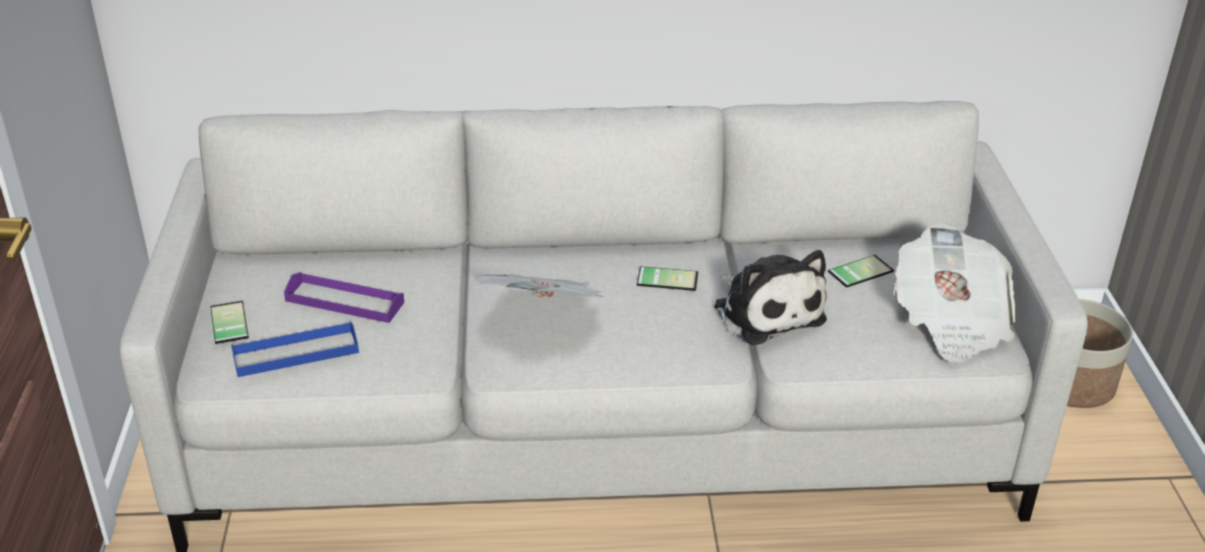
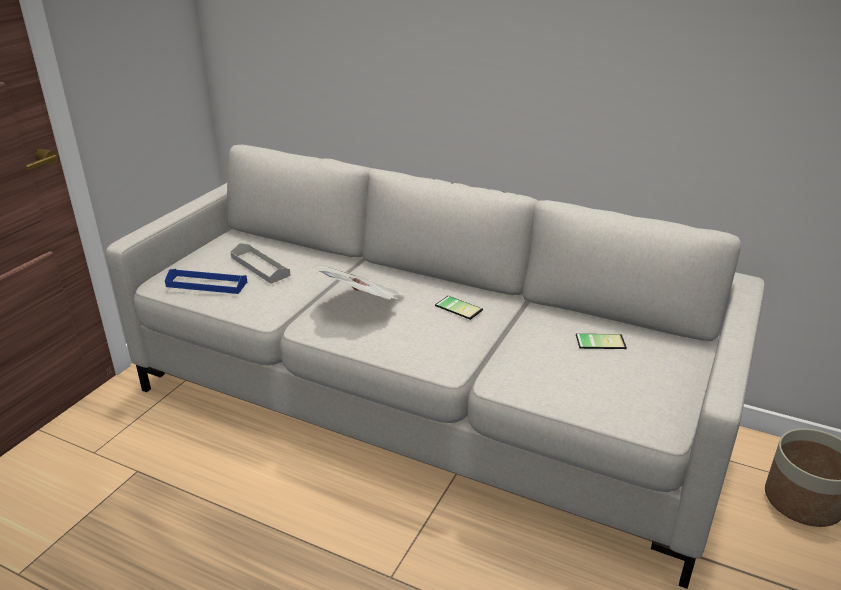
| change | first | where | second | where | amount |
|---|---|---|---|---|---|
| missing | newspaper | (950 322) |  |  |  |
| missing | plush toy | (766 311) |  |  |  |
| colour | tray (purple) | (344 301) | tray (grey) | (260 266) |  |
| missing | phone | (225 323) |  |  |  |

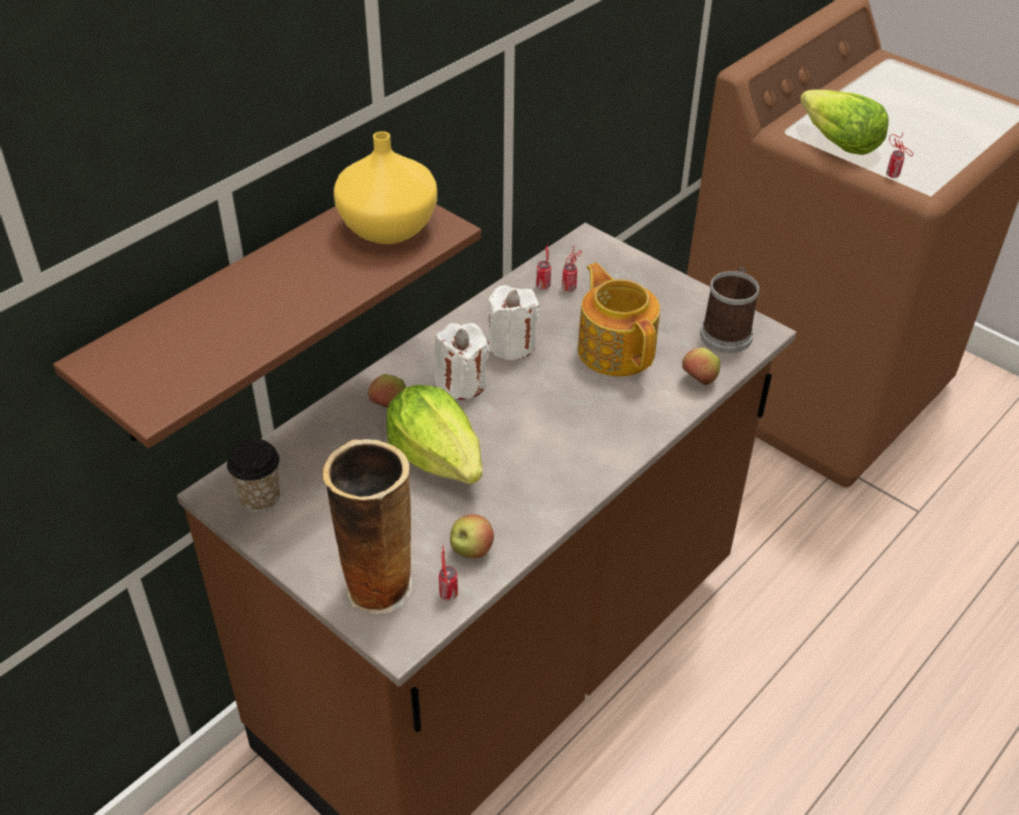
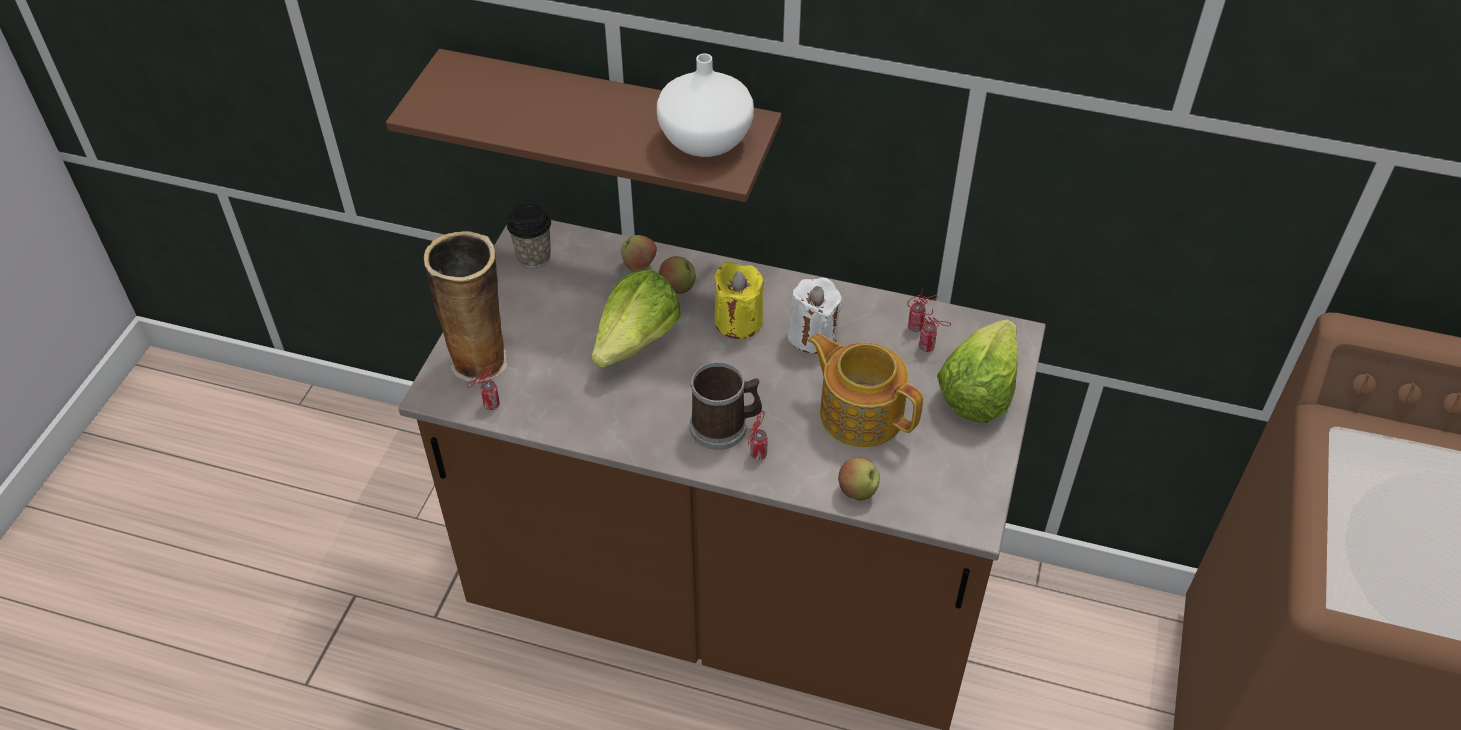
| change | first | where | second | where | amount |
|---|---|---|---|---|---|
| relocated | lettuce | (837 142) |  | (978 390) |  |
| colour | vase (yellow) | (386 229) | vase (white) | (703 140) |  |
| relocated | can | (894 176) |  | (757 456) |  |
| spun | teapot | (616 349) |  | (860 412) | 90 degrees counterclockwise |
| relocated | mug | (727 332) |  | (725 426) |  |
| colour | candle (white) | (461 383) | candle (yellow) | (738 321) |  |
| relocated | apple | (471 551) |  | (639 266) |  |

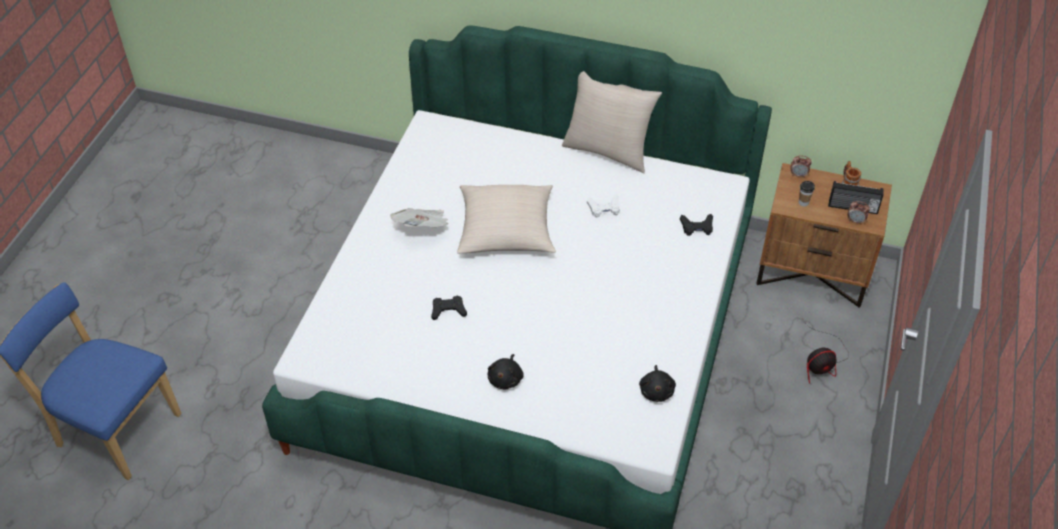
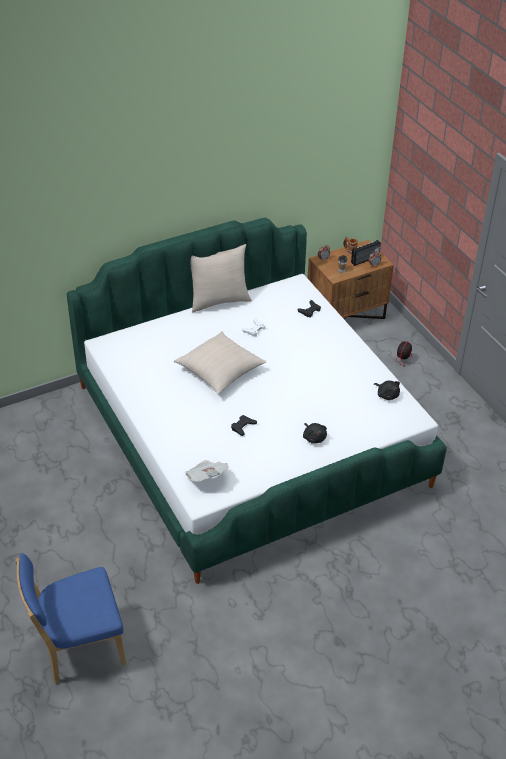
| change | first | where | second | where | amount |
|---|---|---|---|---|---|
| relocated | newspaper | (423 228) |  | (206 478) |  |

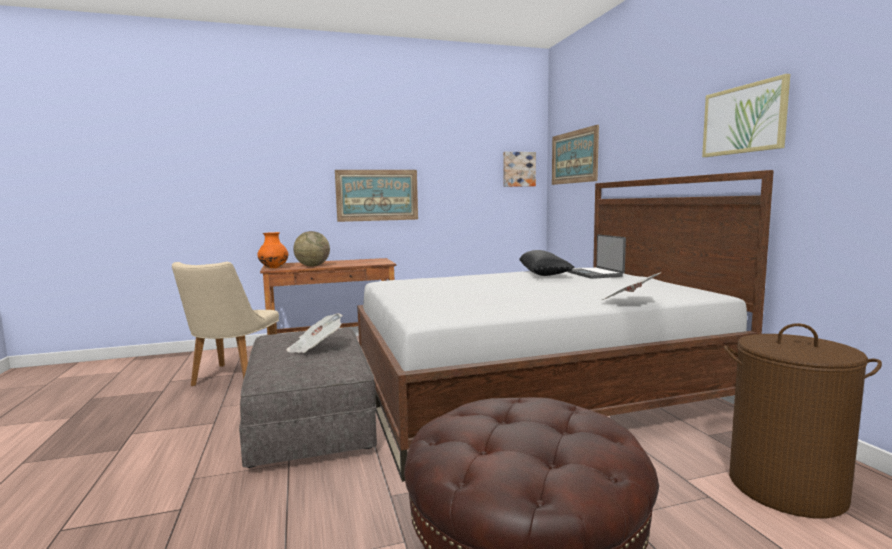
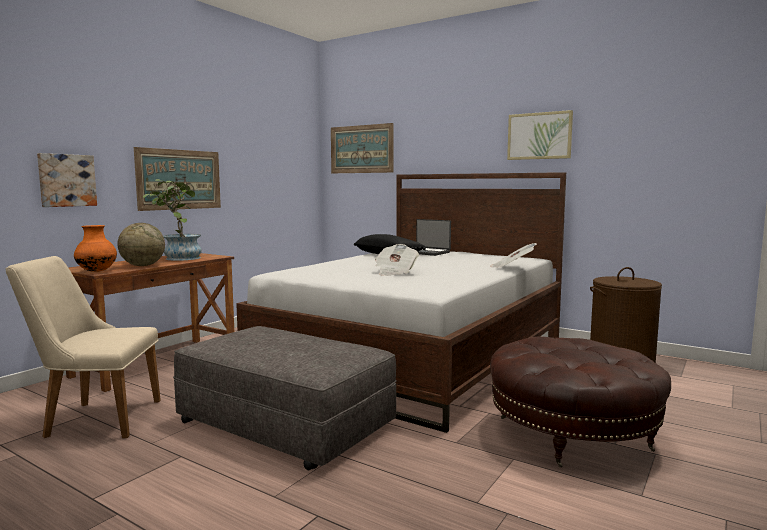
| change | first | where | second | where | amount |
|---|---|---|---|---|---|
| relocated | picture | (518 169) |  | (66 180) |  |
| spun | chair (beige) | (231 378) |  | (93 418) | 120 degrees clockwise |
| relocated | newspaper | (315 348) |  | (395 272) |  |
| appeared |  |  | potted plant | (177 258) |  |

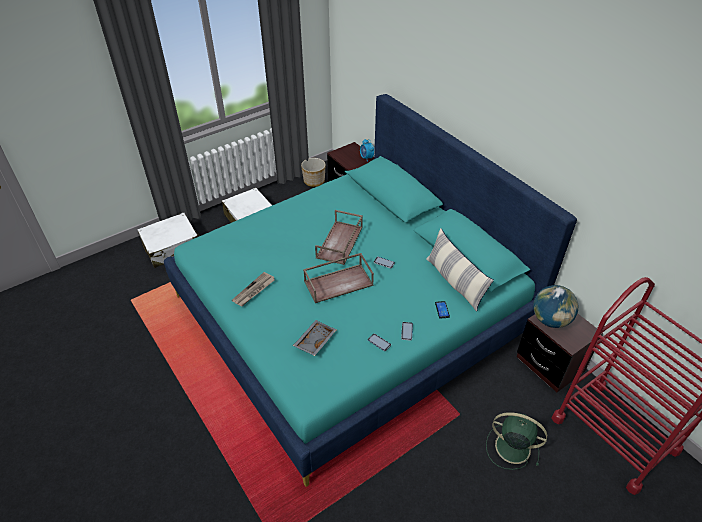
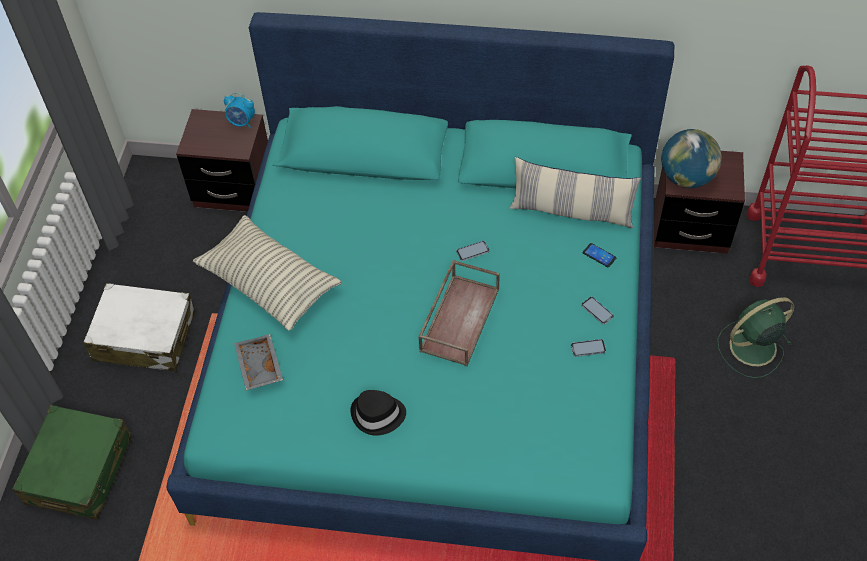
| change | first | where | second | where | amount |
|---|---|---|---|---|---|
| missing | planter | (314 181) |  |  |  |
| missing | tray (brown) | (340 243) |  |  |  |
| colour | suitcase (white) | (172 247) | suitcase (green) | (80 470) |  |
| exchanged | newspaper | (254 291) | hat (black) | (378 415) |  |
| relocated | tray (grey) | (314 341) |  | (258 367) |  |
| appeared |  |  | pillow | (269 283) |  |

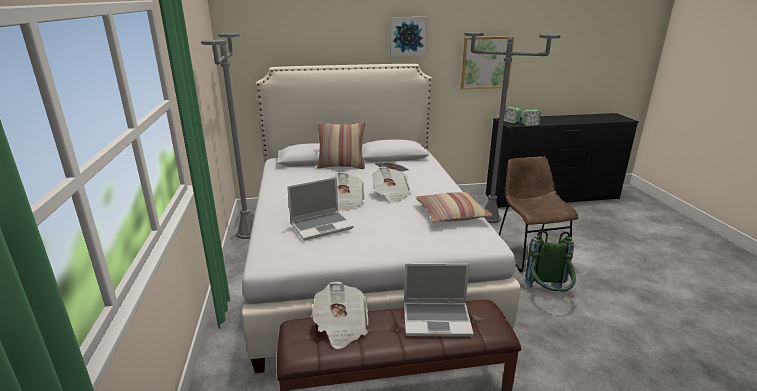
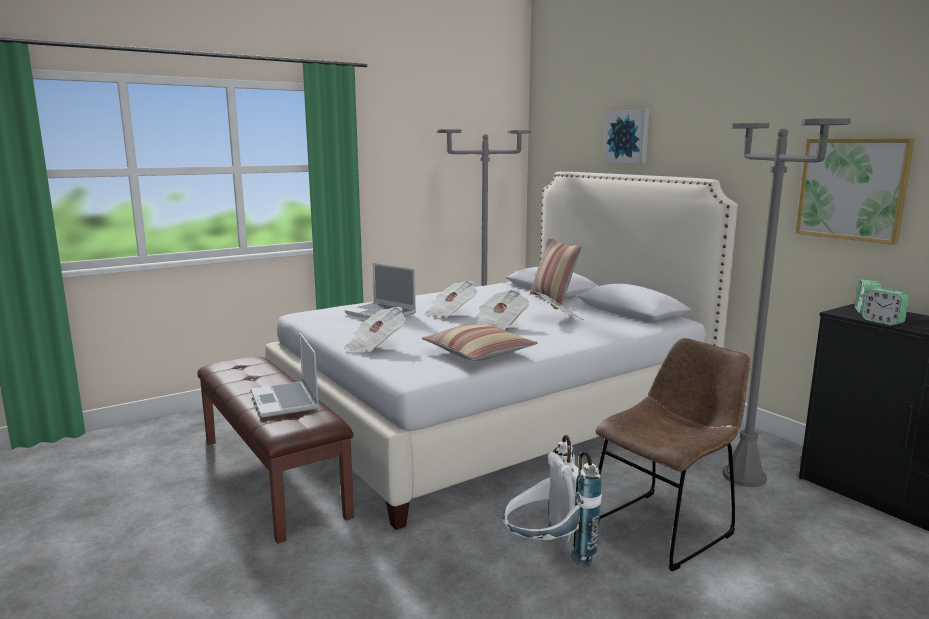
| change | first | where | second | where | amount |
|---|---|---|---|---|---|
| relocated | picture | (407 36) |  | (628 137) |  |
| colour | backpack (green) | (548 295) | backpack (white) | (547 555) |  |
| relocated | newspaper | (341 327) |  | (375 345) |  |

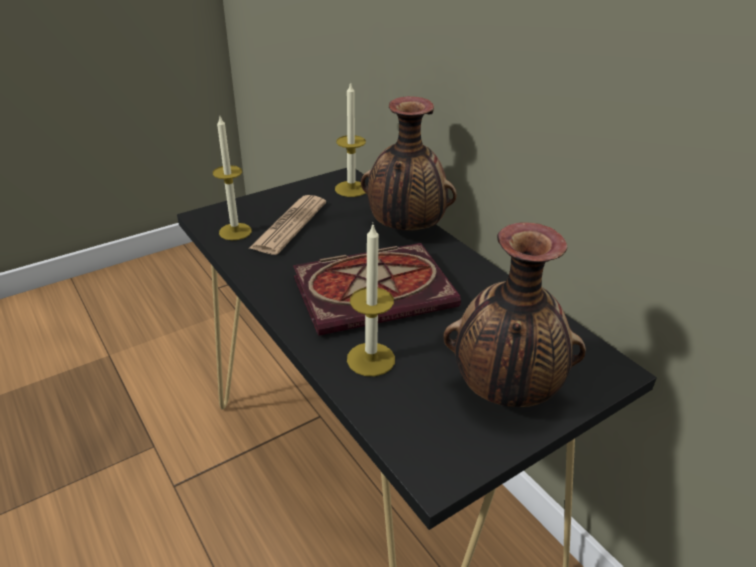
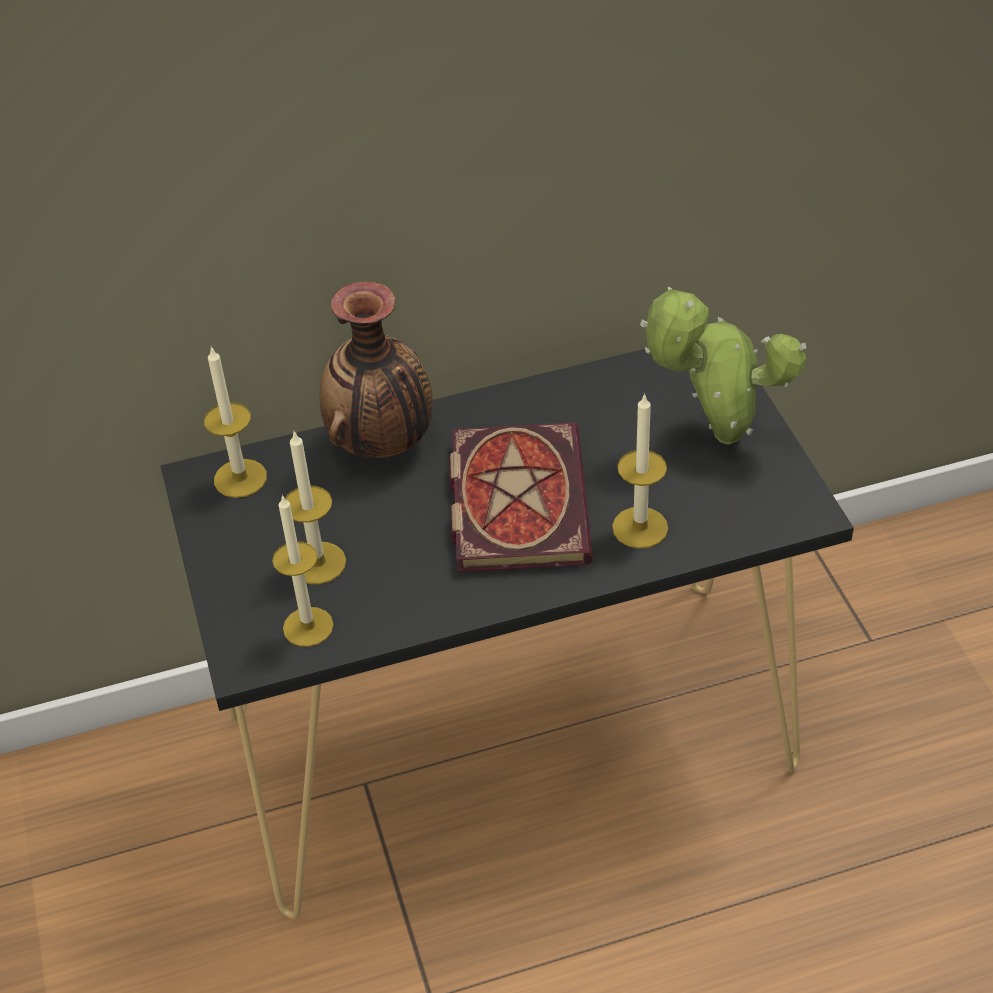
| change | first | where | second | where | amount |
|---|---|---|---|---|---|
| exchanged | newspaper | (289 225) | candle | (318 563) |  |
| exchanged | vase | (504 391) | potted plant | (717 437) |  |

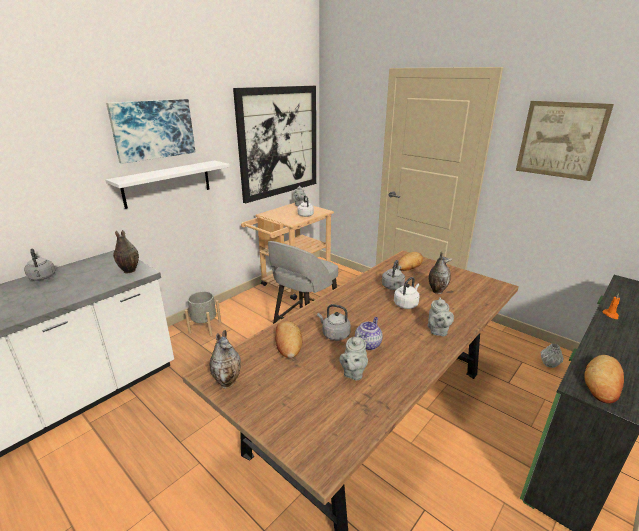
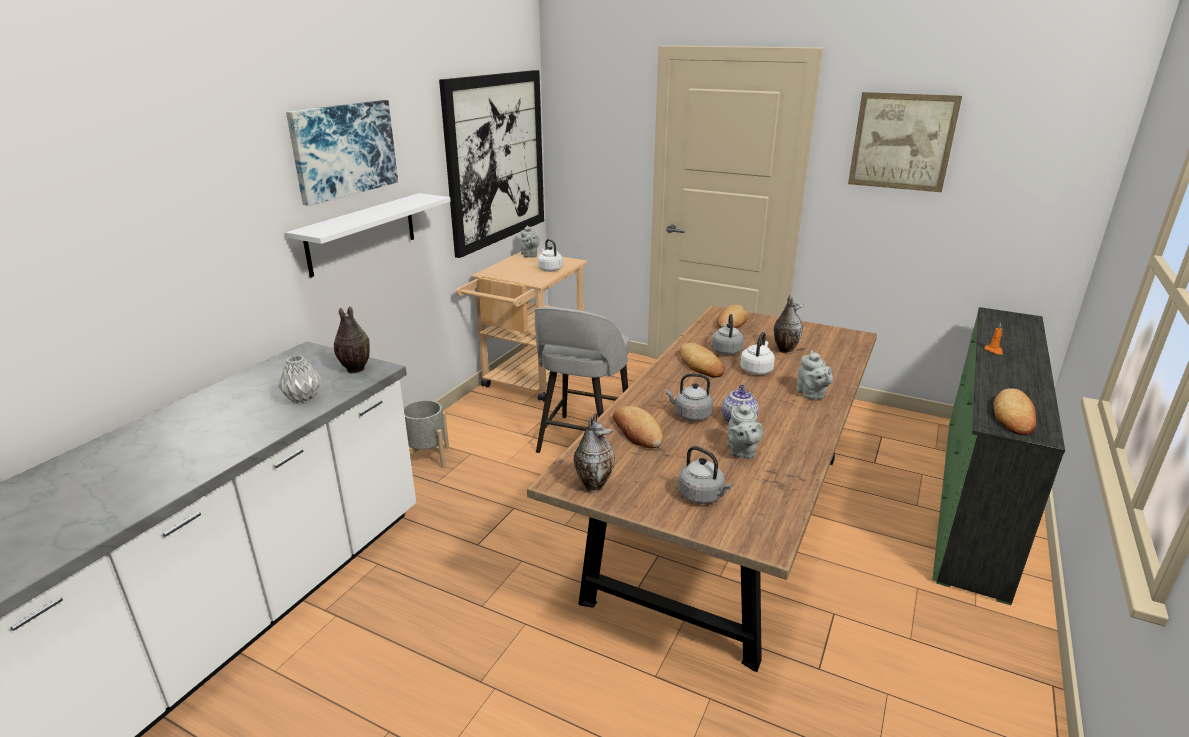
| change | first | where | second | where | amount |
|---|---|---|---|---|---|
| relocated | kettle (grey) | (42 278) |  | (702 496) |  |
| relocated | vase (grey) | (548 364) |  | (302 399) |  |
| appeared |  |  | bread | (700 364) |  |

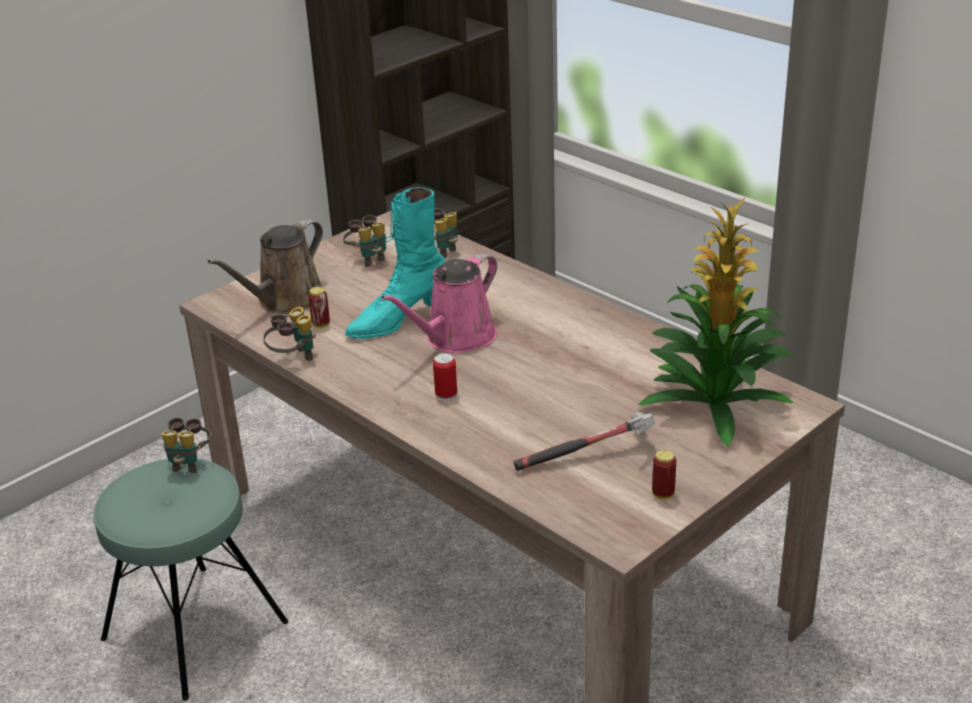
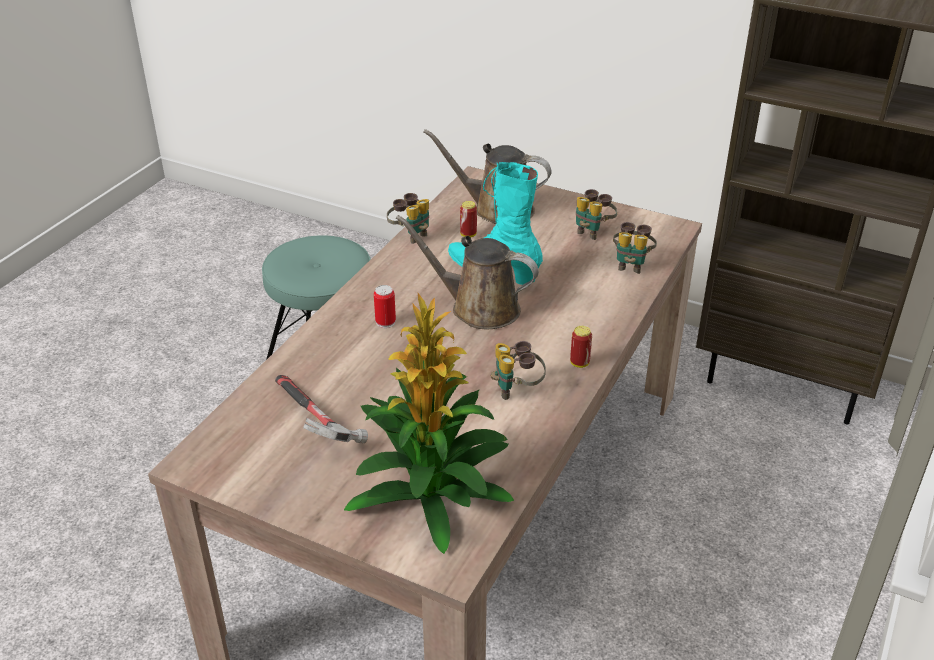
| change | first | where | second | where | amount |
|---|---|---|---|---|---|
| colour | watering can (pink) | (455 338) | watering can (brown) | (478 308) |  |
| relocated | binoculars | (189 463) |  | (517 389) |  |
| relocated | can | (663 494) |  | (579 363) |  |

